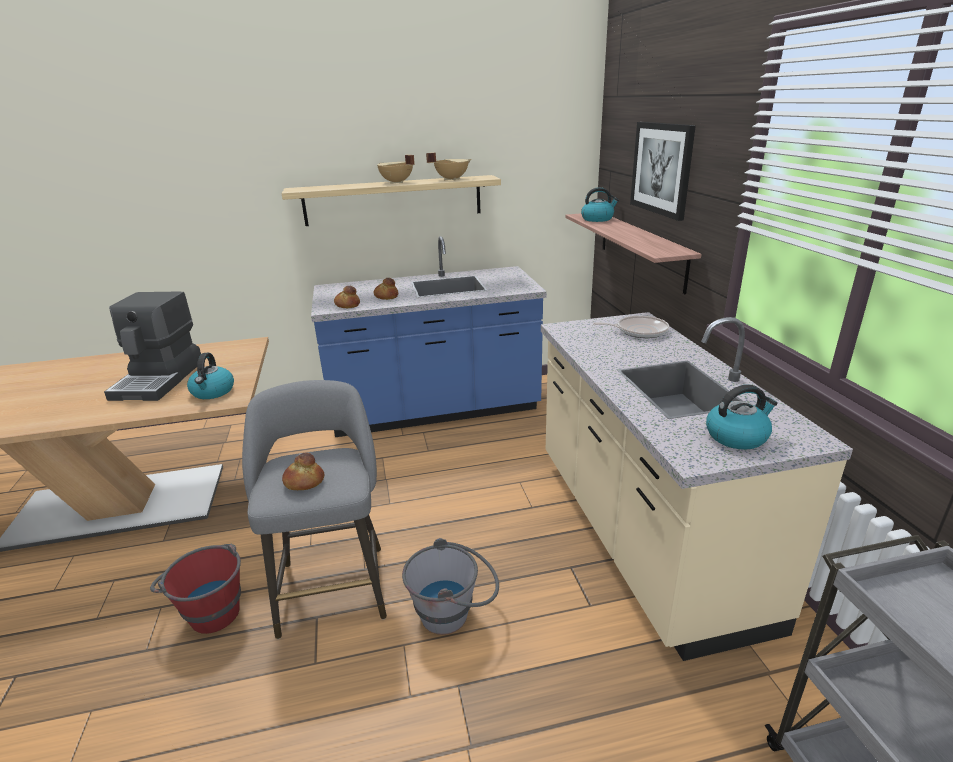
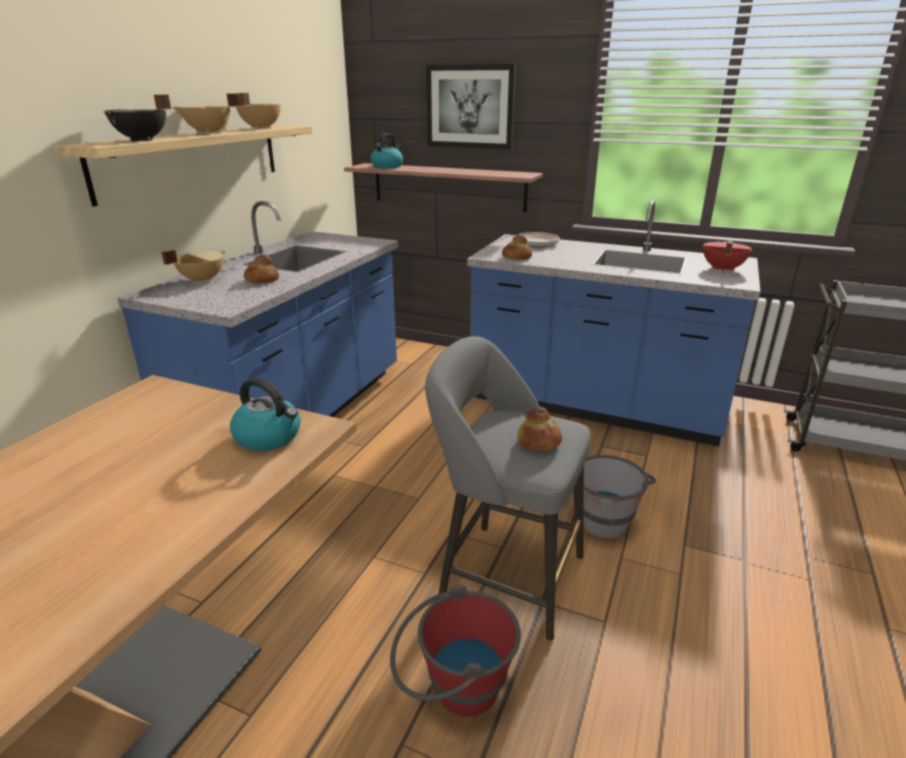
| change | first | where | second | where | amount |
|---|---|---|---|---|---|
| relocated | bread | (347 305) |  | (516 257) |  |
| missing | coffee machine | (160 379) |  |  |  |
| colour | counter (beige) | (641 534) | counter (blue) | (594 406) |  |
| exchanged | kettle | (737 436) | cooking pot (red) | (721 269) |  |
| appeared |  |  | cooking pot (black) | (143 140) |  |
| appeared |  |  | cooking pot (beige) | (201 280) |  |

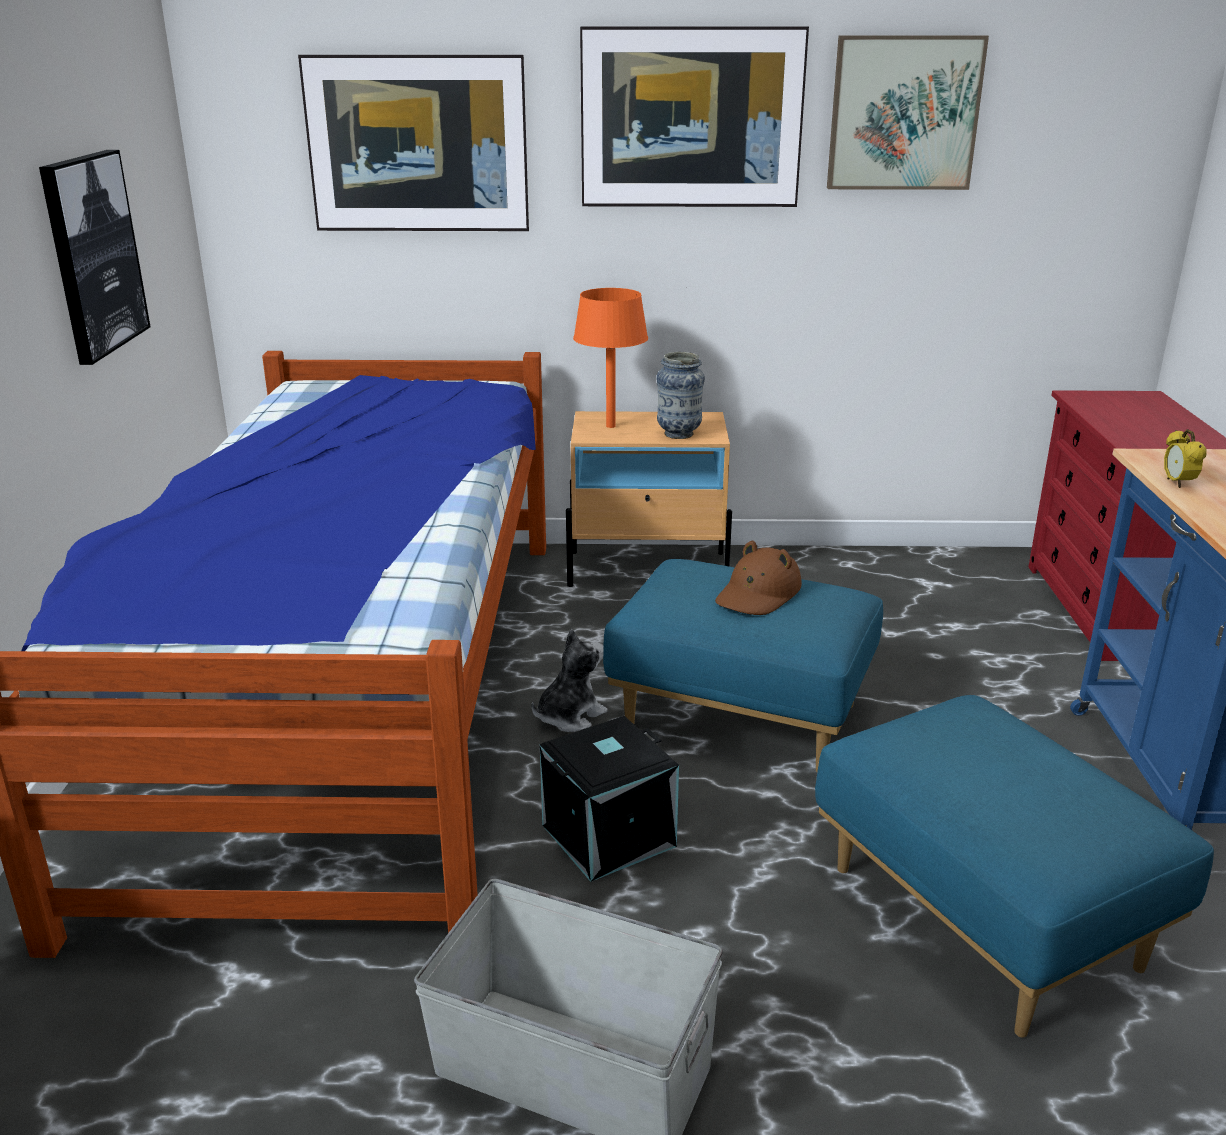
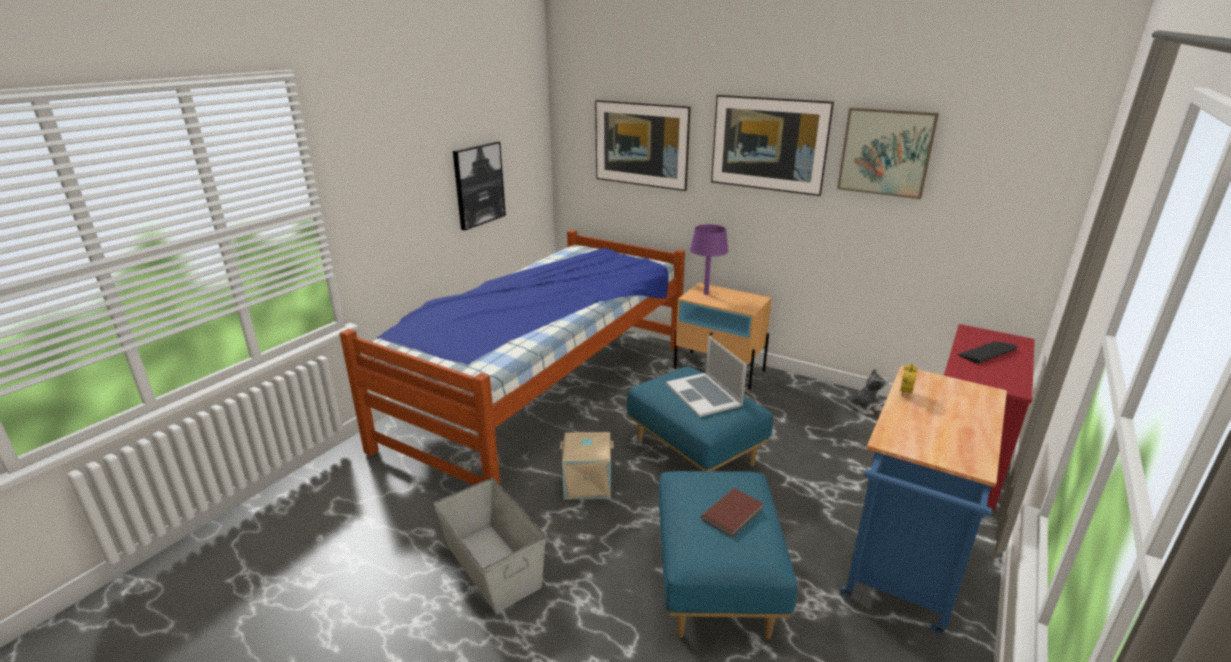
| change | first | where | second | where | amount |
|---|---|---|---|---|---|
| colour | table lamp (orange) | (610 426) | table lamp (purple) | (706 293) |  |
| missing | vase | (679 434) |  |  |  |
| exchanged | hat (brown) | (758 595) | laptop | (704 394) |  |
| relocated | plush toy | (569 716) |  | (864 407) |  |
| colour | storage box (black) | (609 837) | storage box (beige) | (587 484) |  |
| appeared |  |  | keyboard | (986 353) |  |
| appeared |  |  | book (brown) | (734 514) |  |

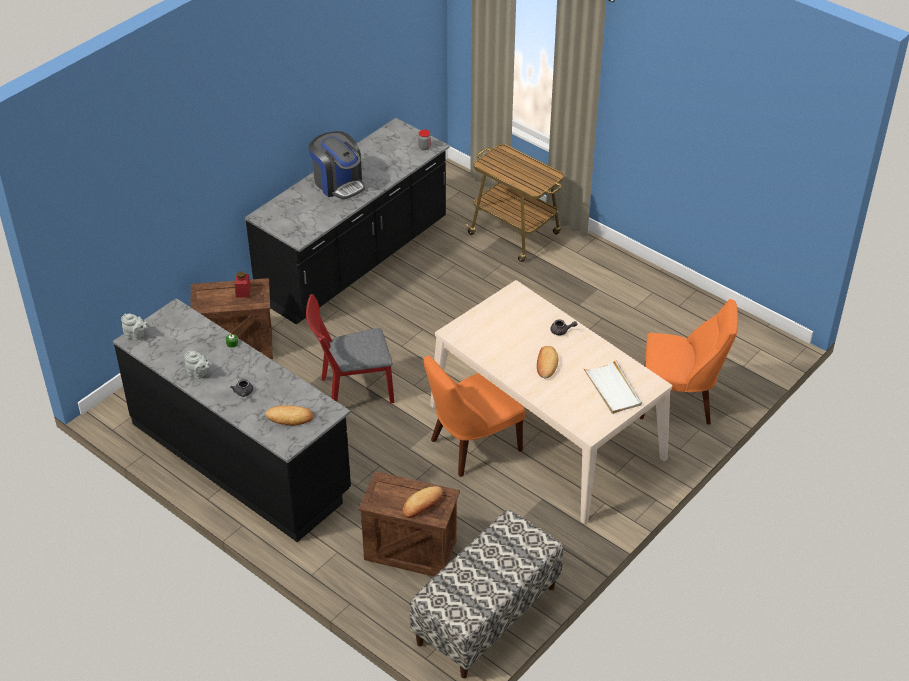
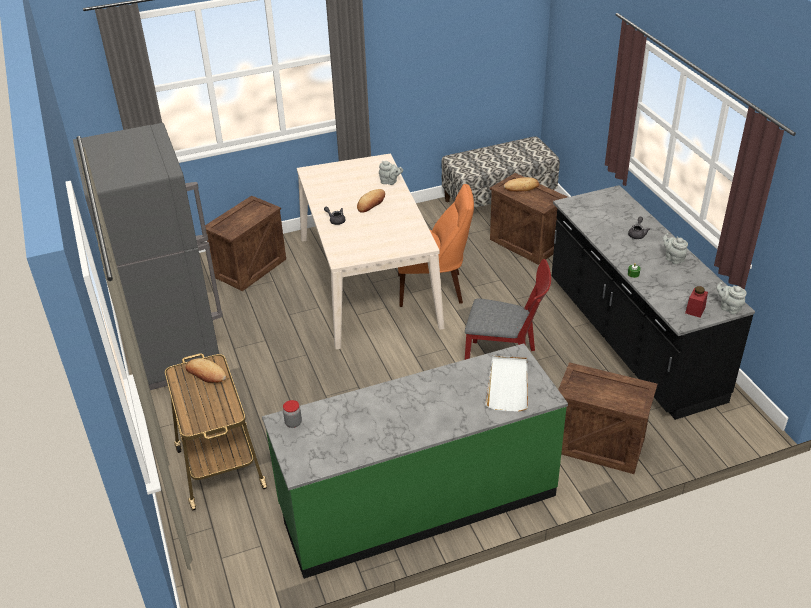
| change | first | where | second | where | amount |
|---|---|---|---|---|---|
| colour | counter (black) | (355 262) | counter (green) | (417 502) |  |
| missing | coffee machine | (338 183) |  |  |  |
| relocated | jar (red) | (243 291) |  | (695 310) |  |
| exchanged | chair (orange) | (680 401) | crate | (250 267) |  |
| relocated | tray (white) | (612 389) |  | (508 385) |  |
| relocated | bread | (290 417) |  | (206 374) |  |
| appeared |  |  | fridge (grey) | (173 351) |  |
| appeared |  |  | teapot (grey) | (390 182) |  |

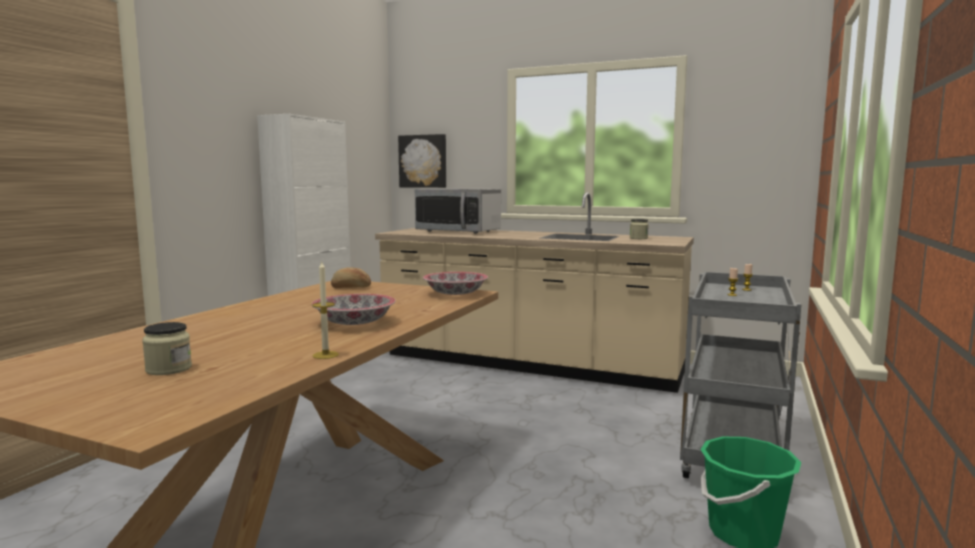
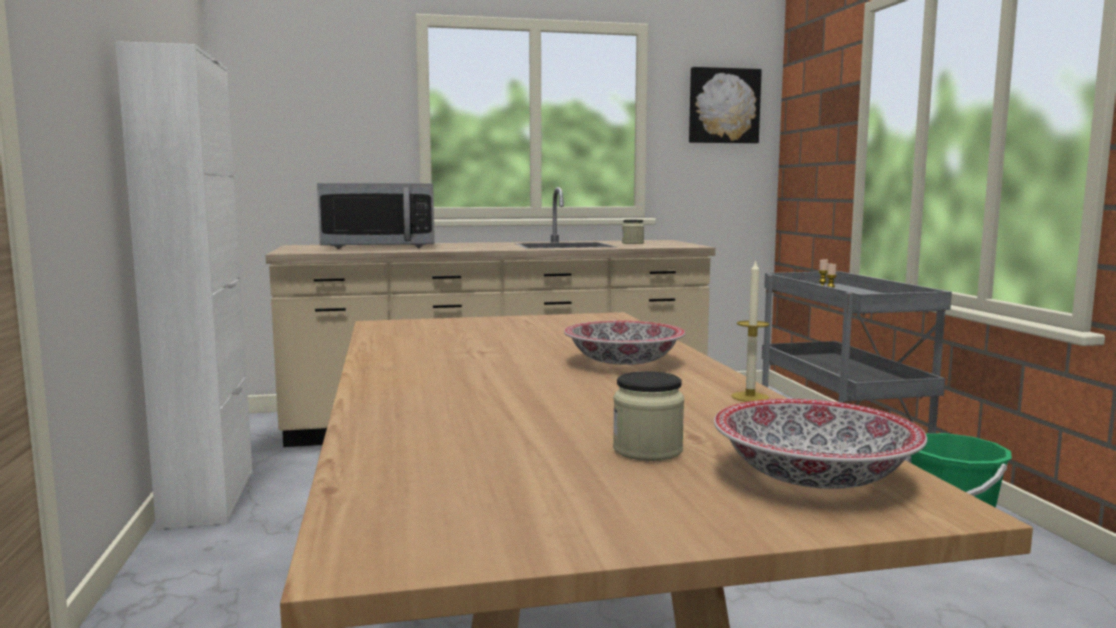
| change | first | where | second | where | amount |
|---|---|---|---|---|---|
| relocated | picture | (423 161) |  | (723 106) |  |
| missing | bread | (351 288) |  |  |  |
| relocated | bowl | (455 294) |  | (811 477) |  |

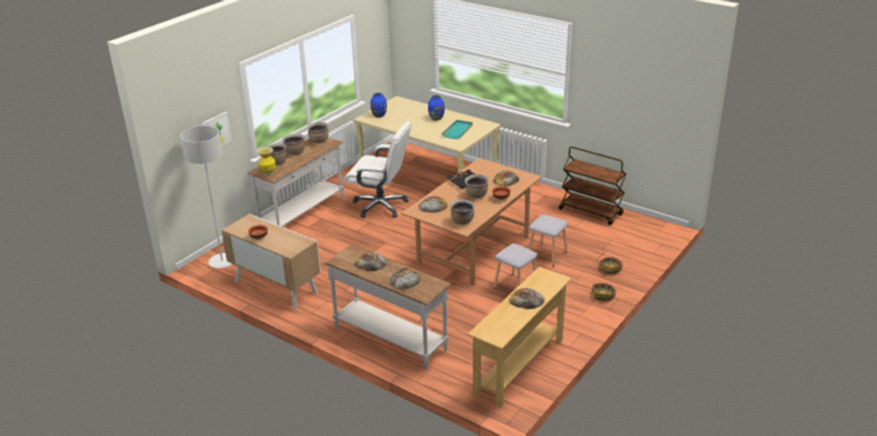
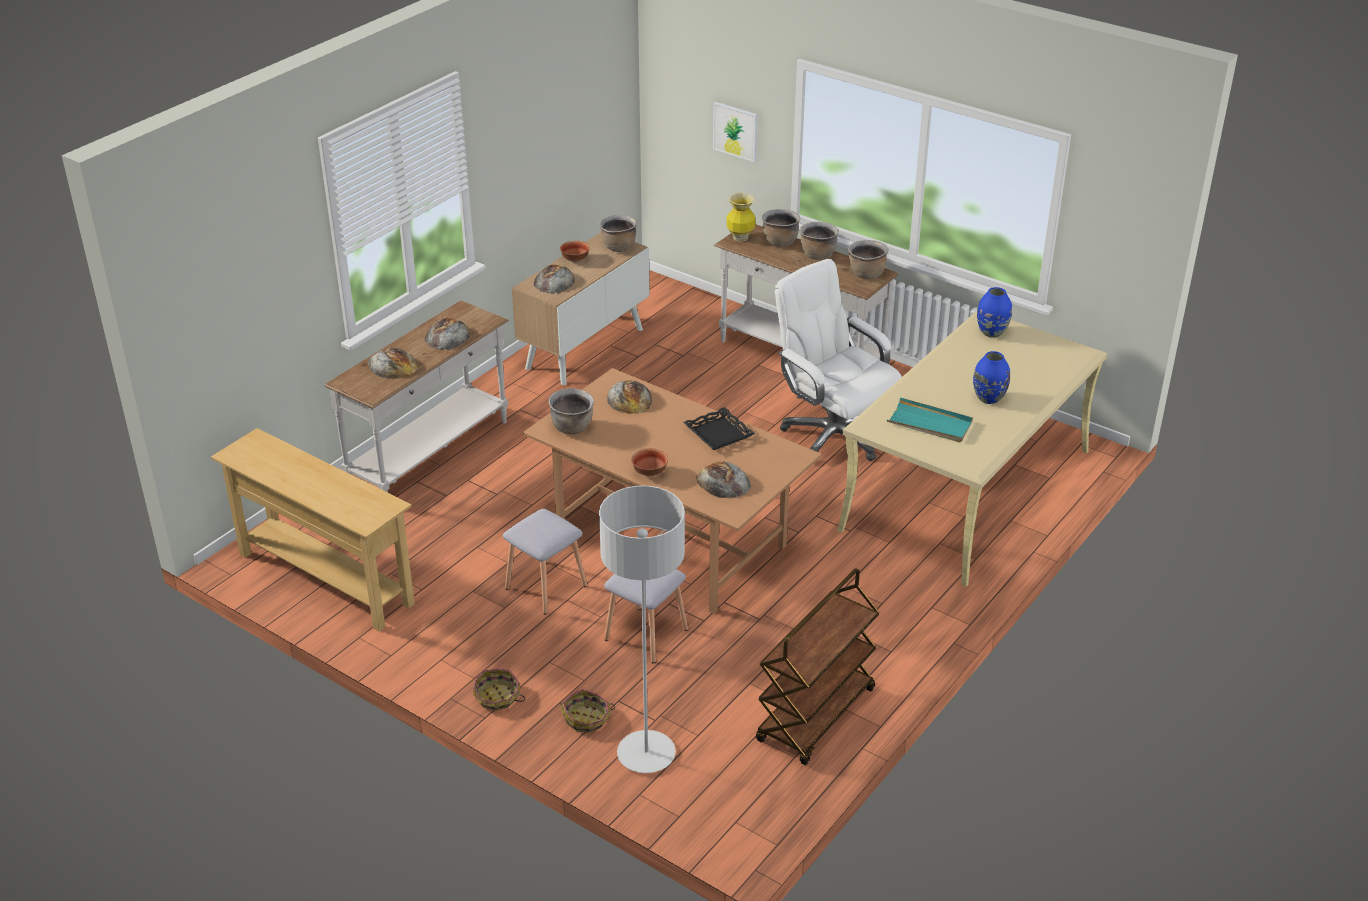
| change | first | where | second | where | amount |
|---|---|---|---|---|---|
| spun | office chair (white) | (381 206) |  | (832 435) | 120 degrees clockwise |
| relocated | floor lamp (grey) | (222 262) |  | (646 754) |  |
| relocated | cooking pot (brown) | (476 195) |  | (618 247) |  |
| relocated | bread | (526 300) |  | (554 281) |  |

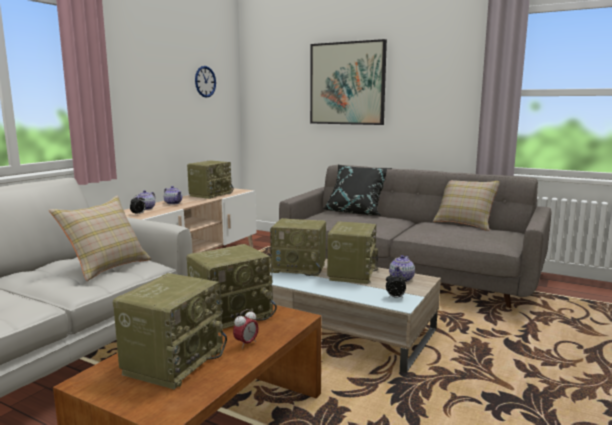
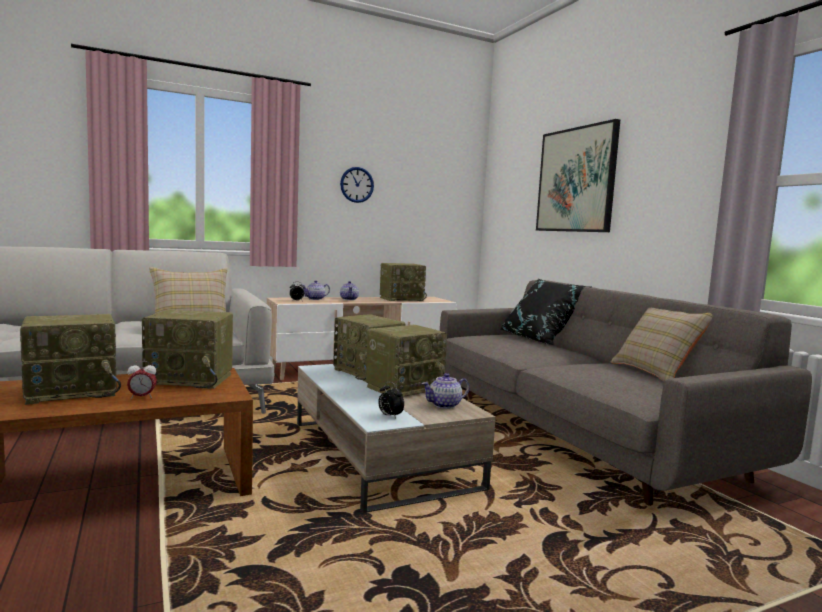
| change | first | where | second | where | amount |
|---|---|---|---|---|---|
| relocated | wall clock | (205 81) |  | (357 185) |  |

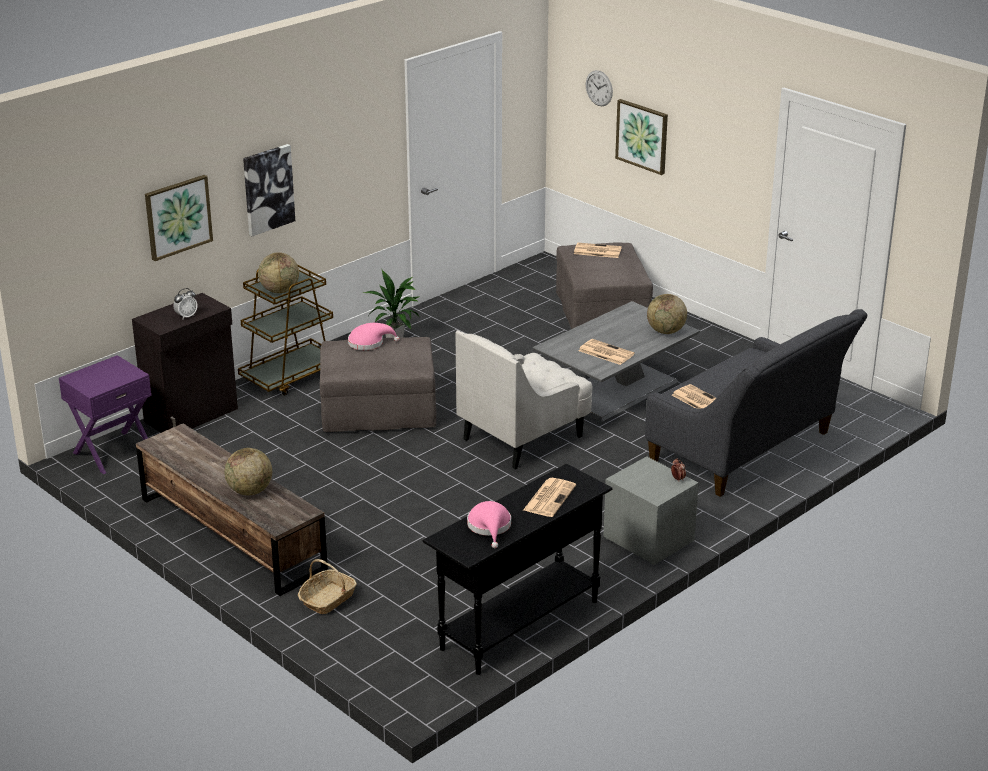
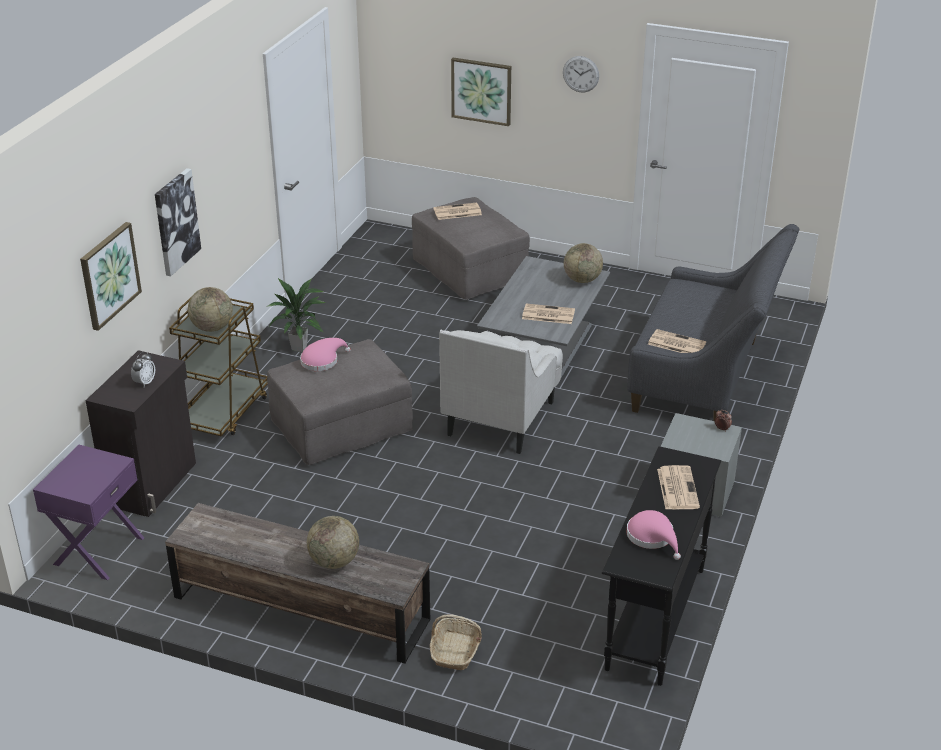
| change | first | where | second | where | amount |
|---|---|---|---|---|---|
| relocated | wall clock | (599 88) |  | (581 74) |  |

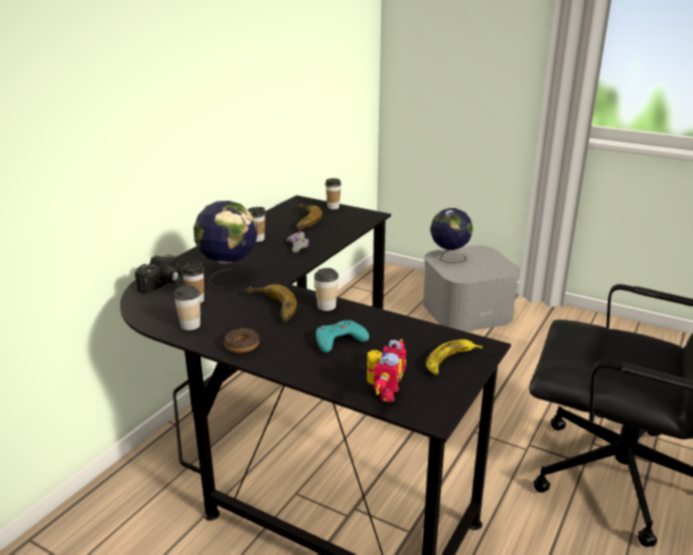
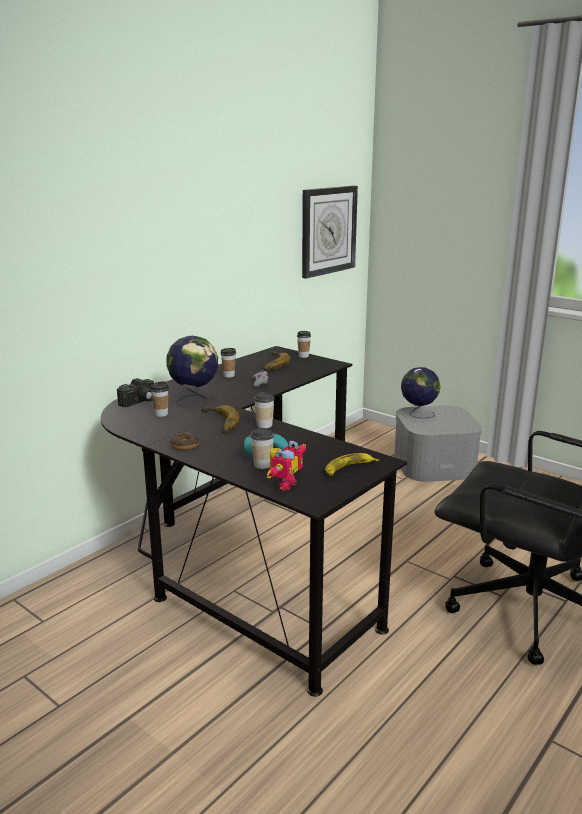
| change | first | where | second | where | amount |
|---|---|---|---|---|---|
| relocated | cup | (190 325) |  | (262 465) |  |
| appeared |  |  | wall clock | (328 230) |  |

